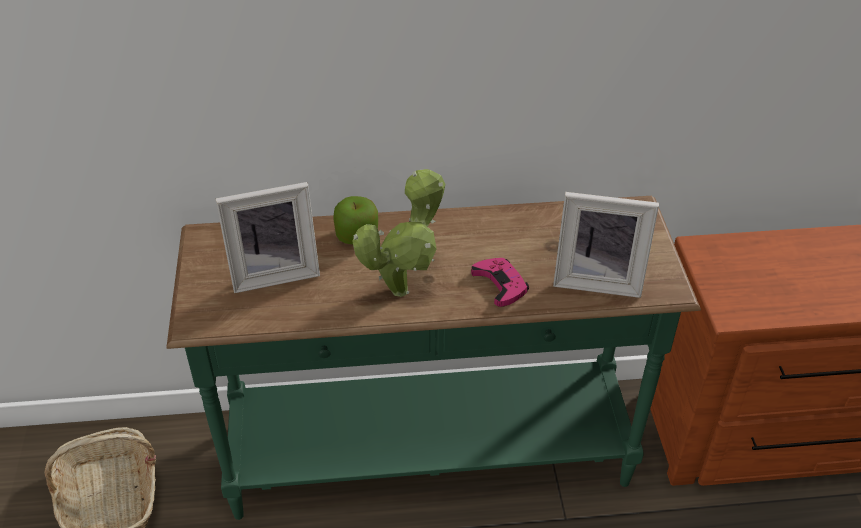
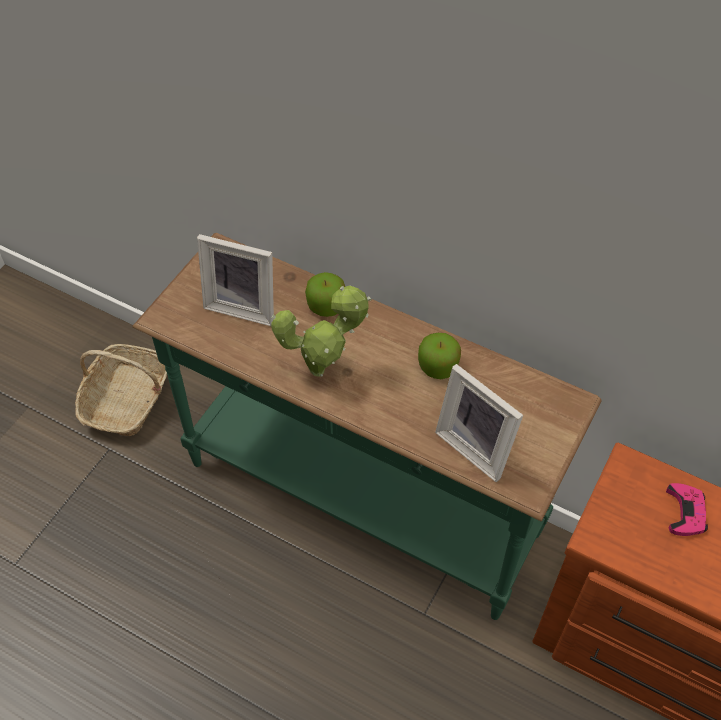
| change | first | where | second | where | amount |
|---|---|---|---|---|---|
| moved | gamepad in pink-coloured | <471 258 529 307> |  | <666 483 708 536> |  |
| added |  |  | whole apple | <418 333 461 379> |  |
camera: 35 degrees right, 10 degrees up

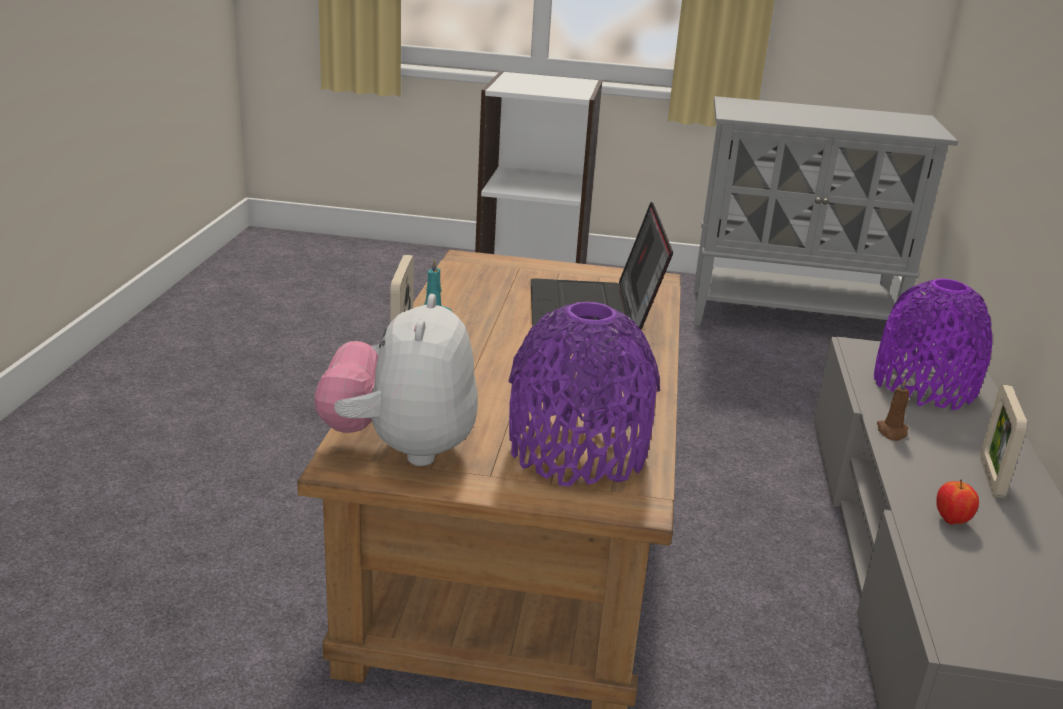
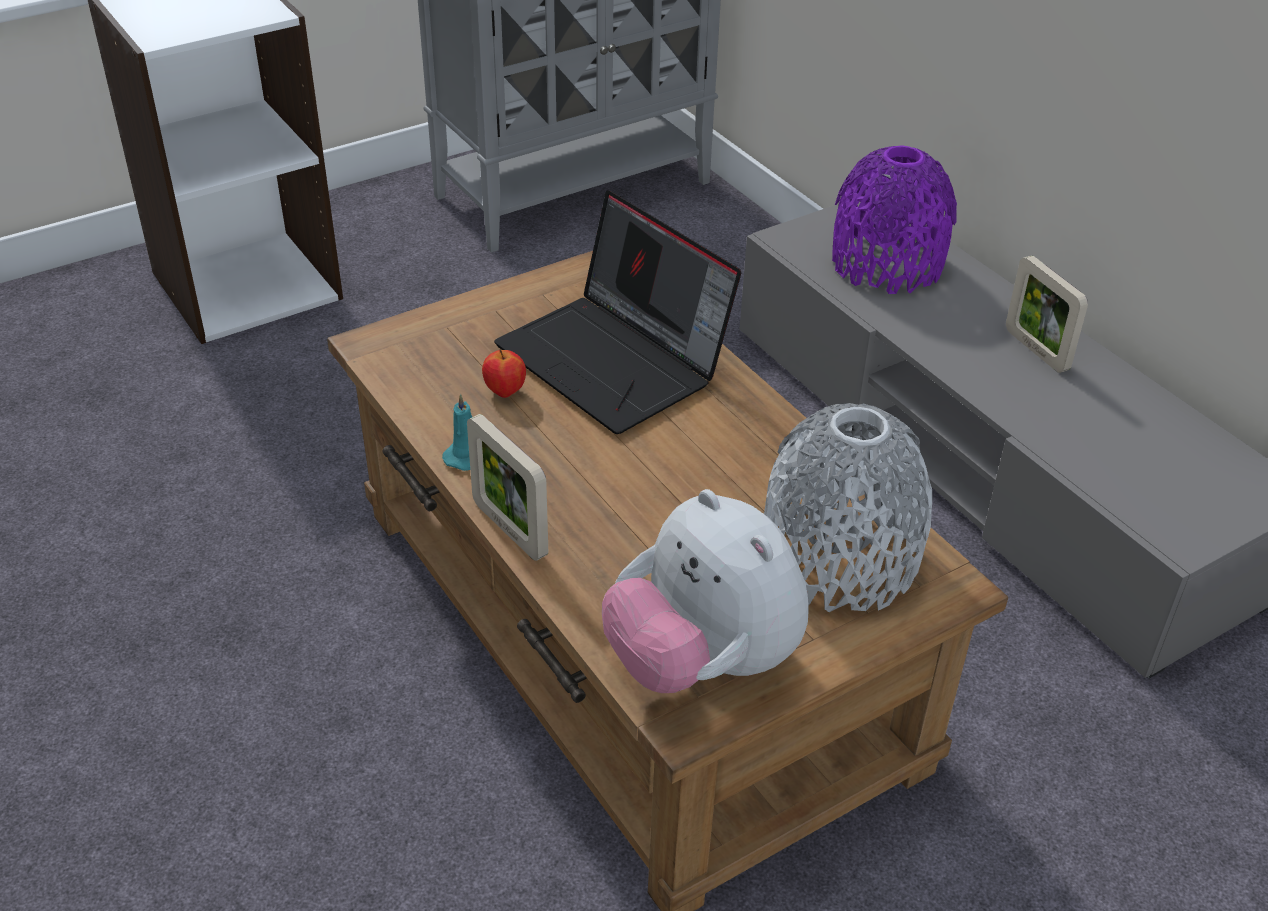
| change | first | where | second | where | amount |
|---|---|---|---|---|---|
| recoloured | decorative vase in purple | <508 302 660 487> | decorative vase in greyish | <764 403 932 612> |  |
| removed | wax candle in brownish | <877 378 909 441> |  |  |  |
| moved | whole apple | <936 480 979 525> |  | <482 350 526 398> |  |
camera: 40 degrees left, 15 degrees up

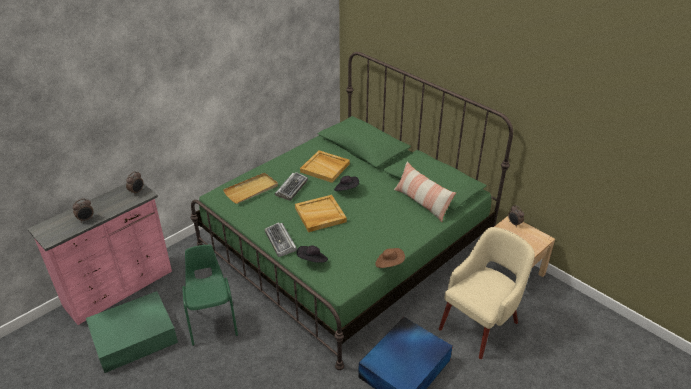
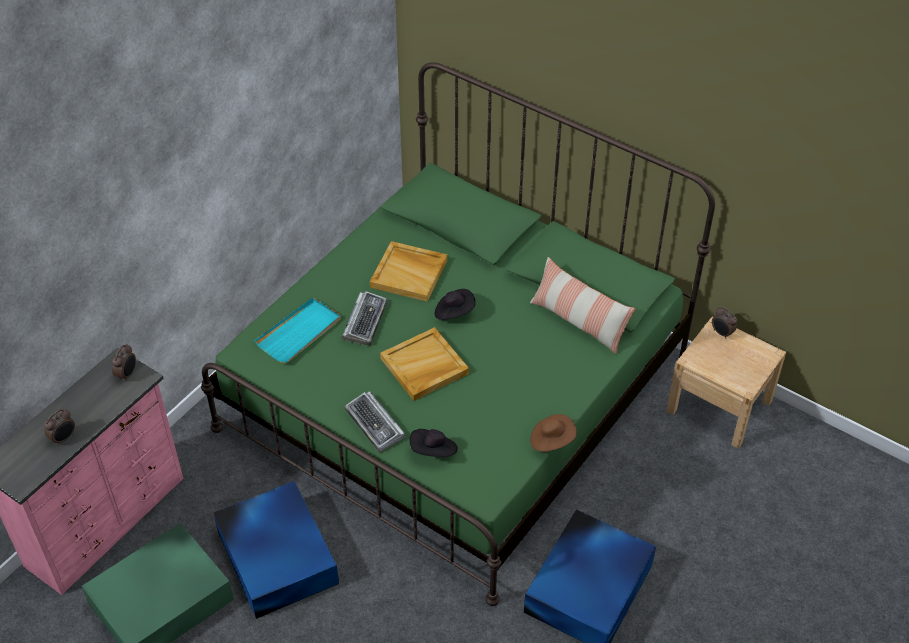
| change | first | where | second | where | amount |
|---|---|---|---|---|---|
| recoloured | carrying tray in sand-coloured | <223 173 278 204> | carrying tray in turquoise-coloured | <254 297 341 364> |  |
| removed | lounge chair in sand-coloured | <439 227 535 359> |  |  |  |
| replaced | upright chair in greenish | <182 245 238 346> | storage bin in bluish | <213 481 339 619> |  |
camera: 10 degrees left, 10 degrees up

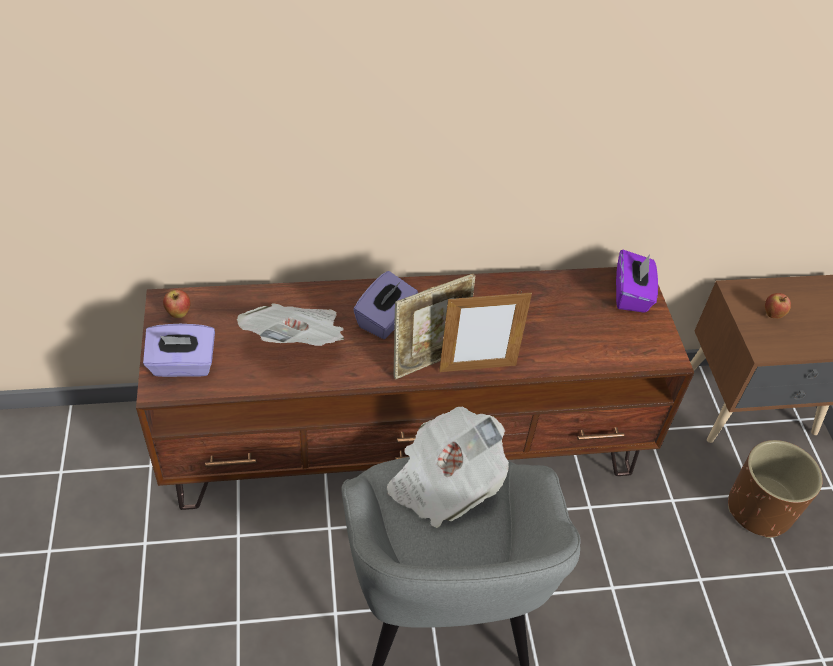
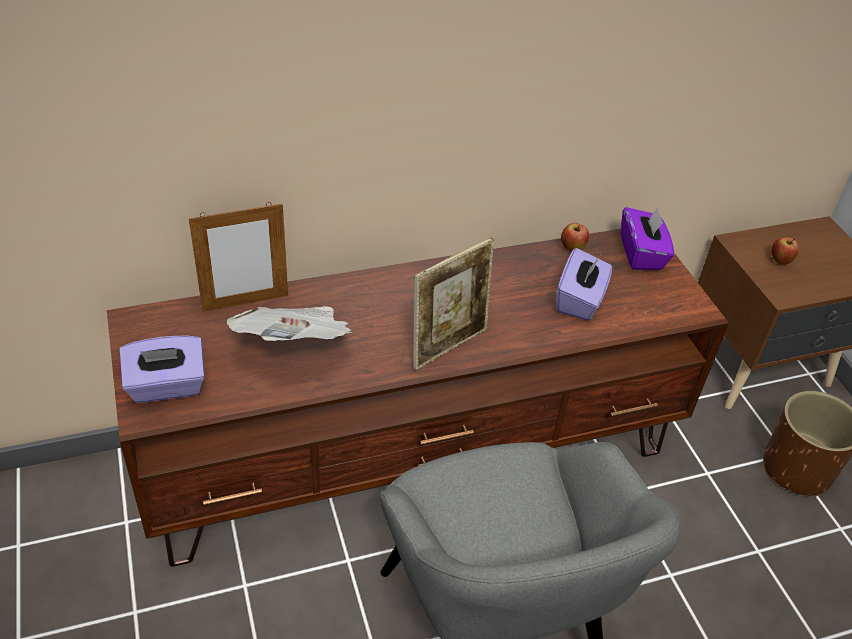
| change | first | where | second | where | amount |
|---|---|---|---|---|---|
| moved | tissue box in purple | <353 271 418 339> |  | <556 248 612 321> |  |
| moved | whole apple | <163 289 191 318> |  | <561 223 589 252> |  |
| moved | picture frame | <439 291 532 372> |  | <189 202 288 312> |  |
| removed | newspaper | <387 406 509 528> |  |  |  |
camera: 10 degrees left, 5 degrees down

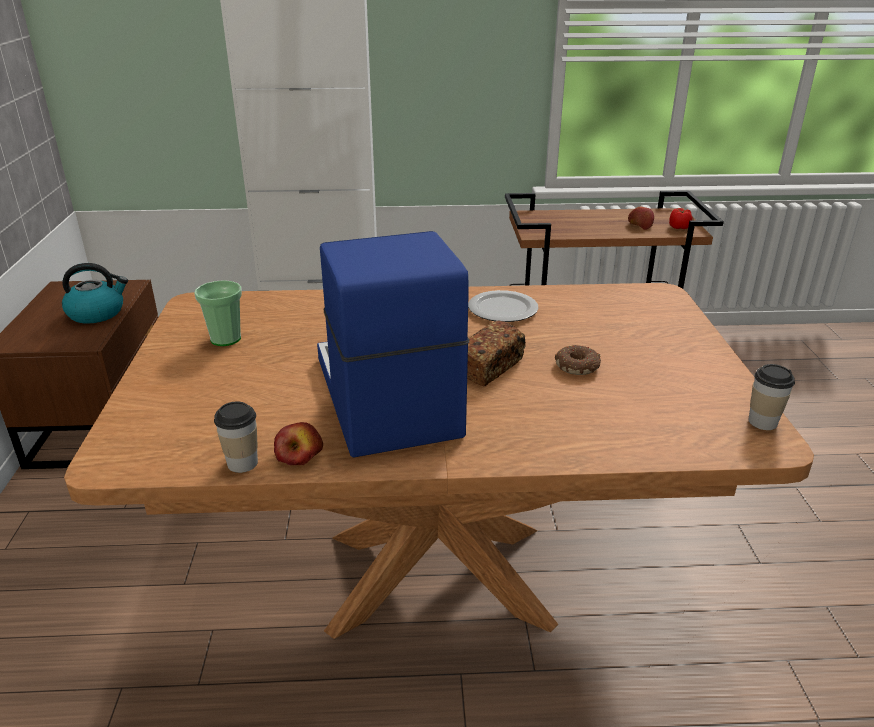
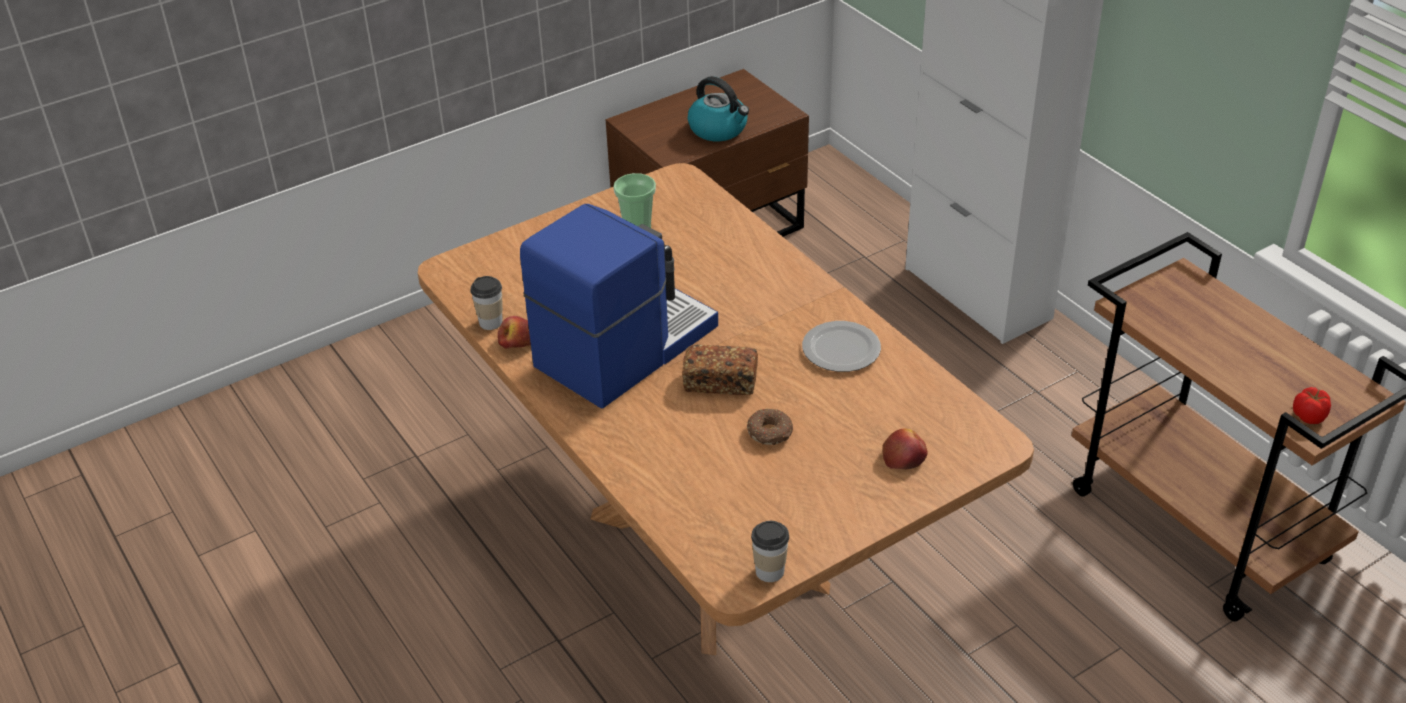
| change | first | where | second | where | amount |
|---|---|---|---|---|---|
| moved | whole apple | <628 207 654 230> |  | <882 428 927 469> |  |
camera: 60 degrees right, 10 degrees up

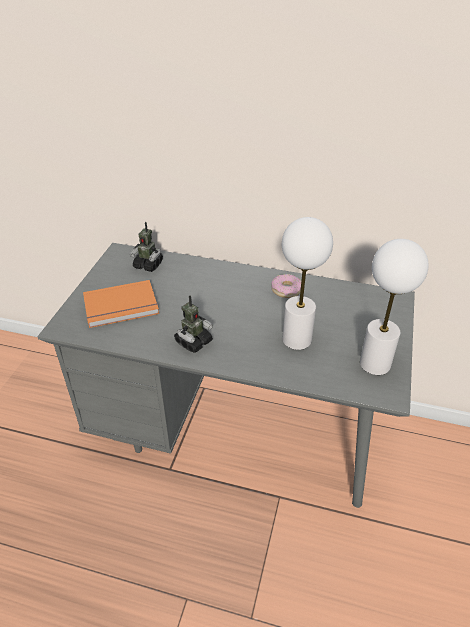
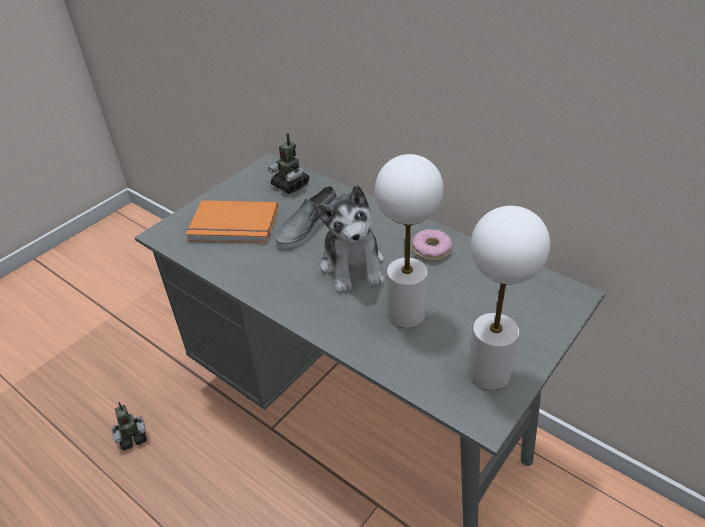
| change | first | where | second | where | amount |
|---|---|---|---|---|---|
| moved | model robot | <174 295 213 353> |  | <112 402 147 451> |  |
| added |  |  | plush toy | <315 185 384 293> |  |
| added |  |  | shoe in greyish | <276 186 337 249> |  |
camera: 25 degrees right, 0 degrees up

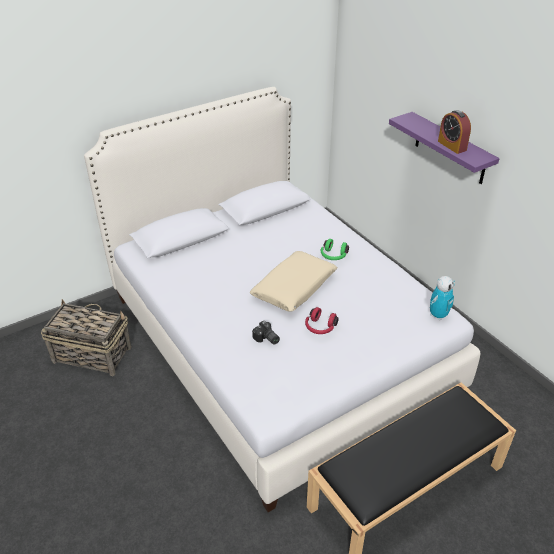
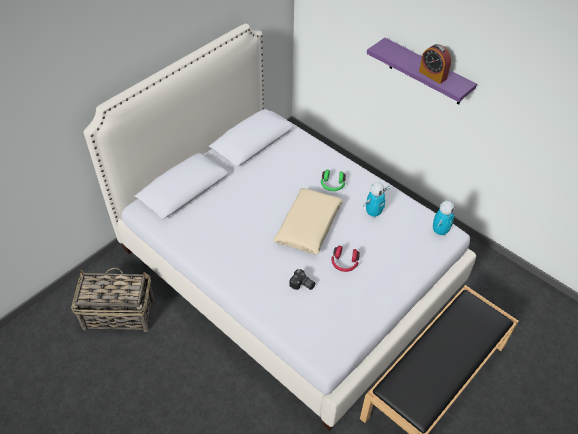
| change | first | where | second | where | amount |
|---|---|---|---|---|---|
| added |  |  | model robot | <363 182 390 218> |  |
camera: 15 degrees left, 10 degrees up

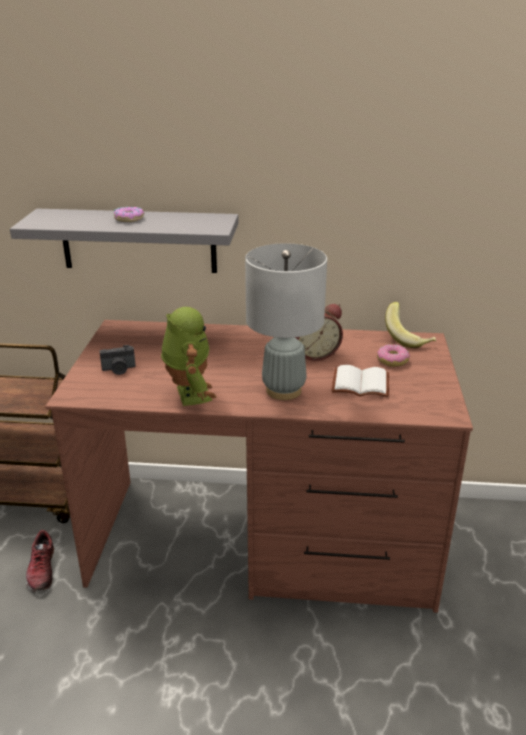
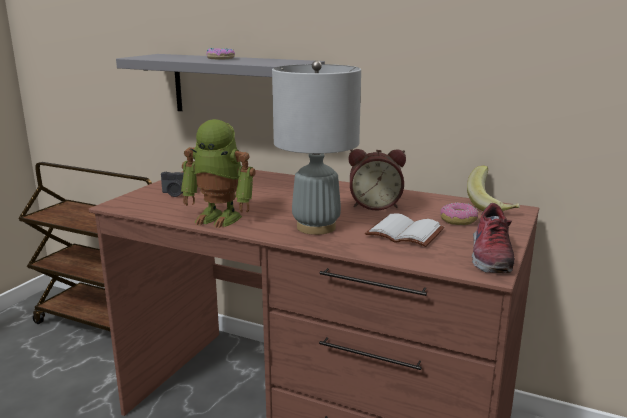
| change | first | where | second | where | amount |
|---|---|---|---|---|---|
| turned | model robot | <161 307 217 406> |  | <181 119 256 228> | 105 degrees clockwise |
| moved | shoe | <26 530 54 592> |  | <472 203 515 273> |  |
camera: 20 degrees right, 10 degrees down

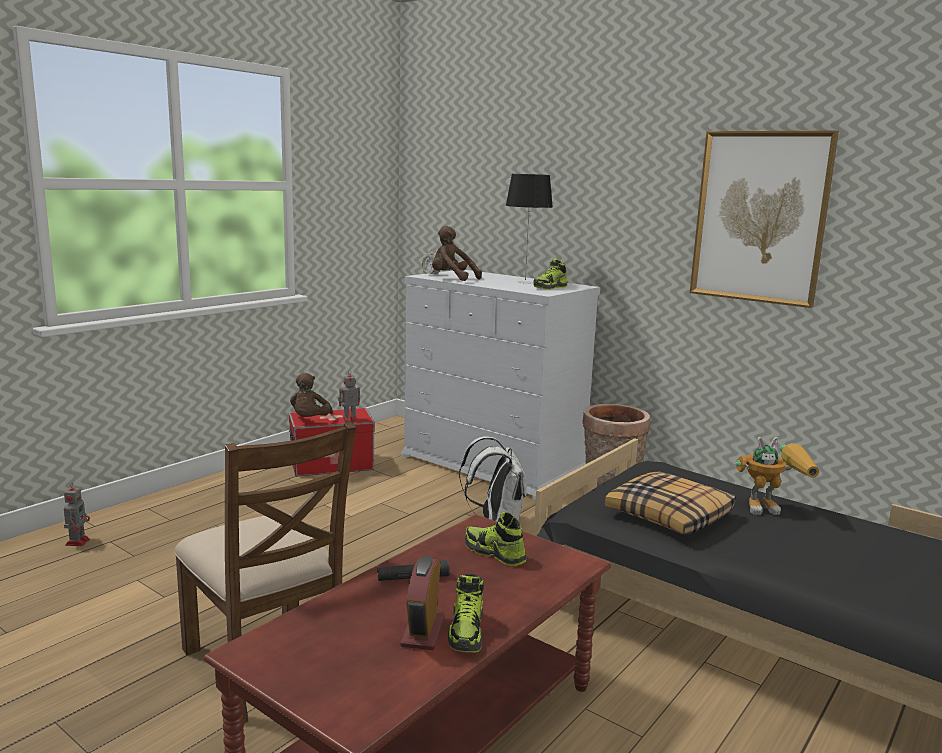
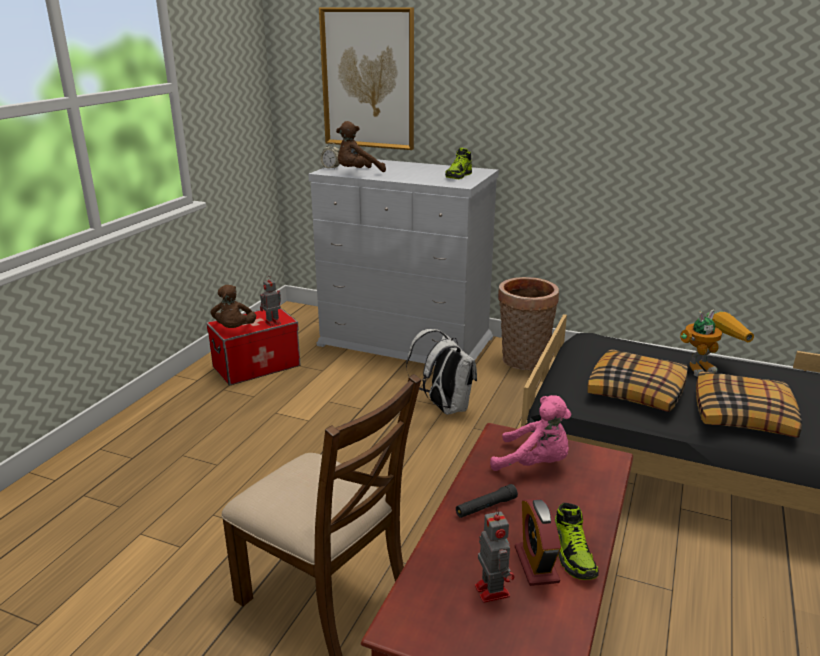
| change | first | where | second | where | amount |
|---|---|---|---|---|---|
| moved | wall art | <690 130 839 308> |  | <319 7 414 150> |  |
| removed | tabletop lamp | <506 174 553 283> |  |  |  |
| turned | plush toy in brownish | <432 226 482 281> |  | <336 121 386 172> | 45 degrees counterclockwise |
| moved | model robot | <64 482 90 546> |  | <475 507 514 603> |  |
| replaced | shoe | <465 512 526 566> | plush toy in pink-coloured | <490 395 571 471> |  |
| added |  |  | throw pillow | <696 371 802 438> |  |
camera: 15 degrees left, 10 degrees up

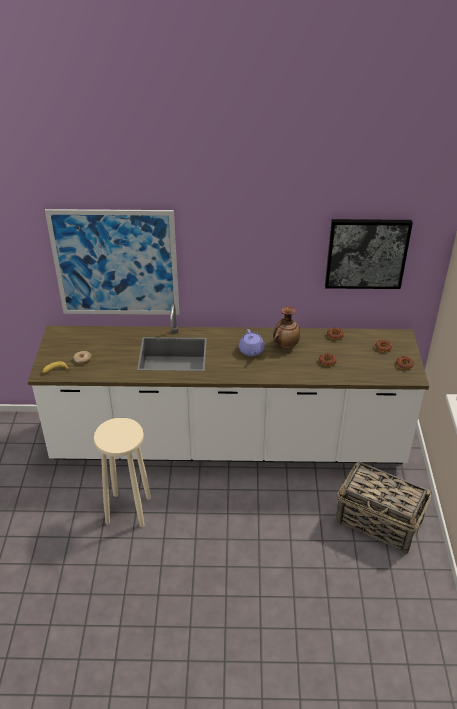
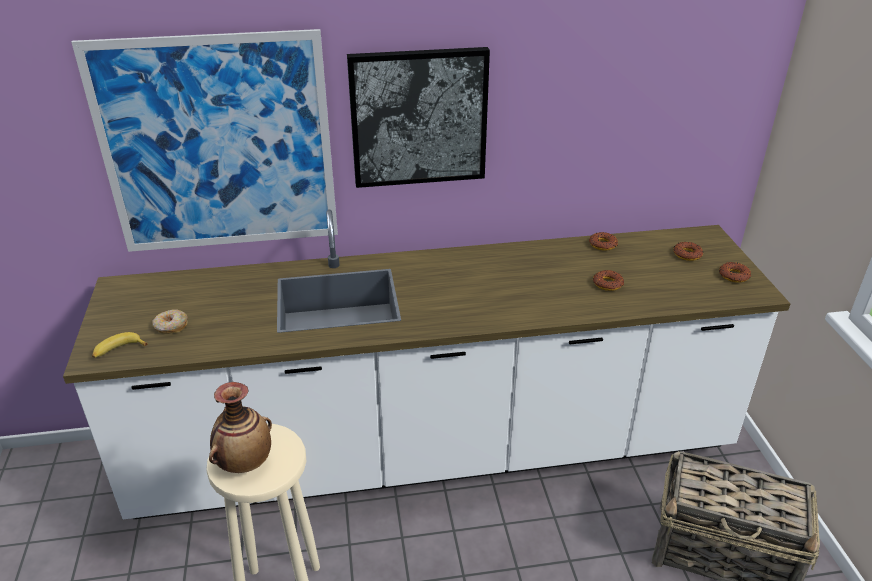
| change | first | where | second | where | amount |
|---|---|---|---|---|---|
| moved | wall art | <325 219 413 289> |  | <347 47 490 188> |  |
| moved | decorative vase | <273 306 300 348> |  | <209 382 272 473> |  |
| removed | pot for tea in purple | <239 329 264 356> |  |  |  |
camera: 10 degrees left, 5 degrees down

